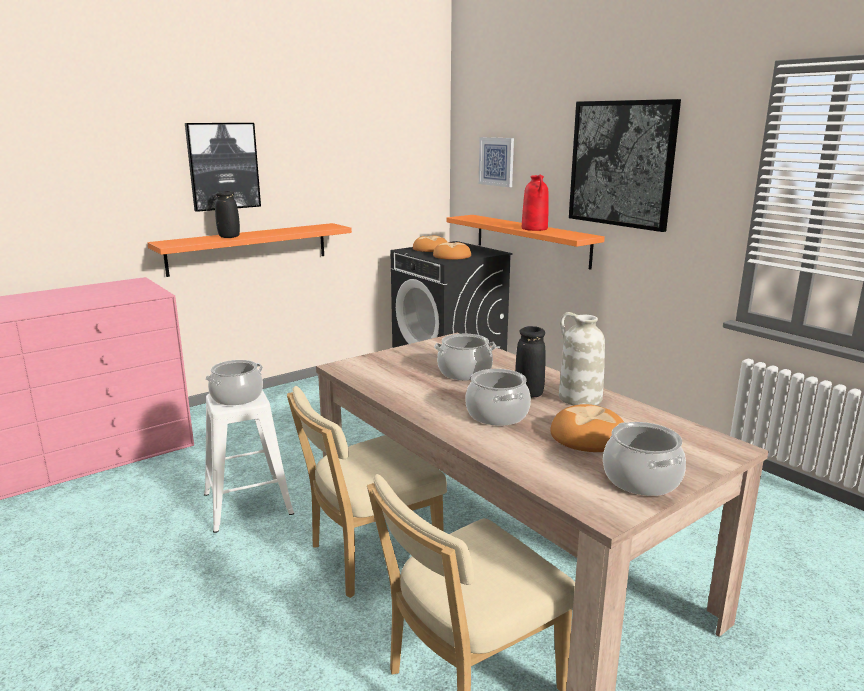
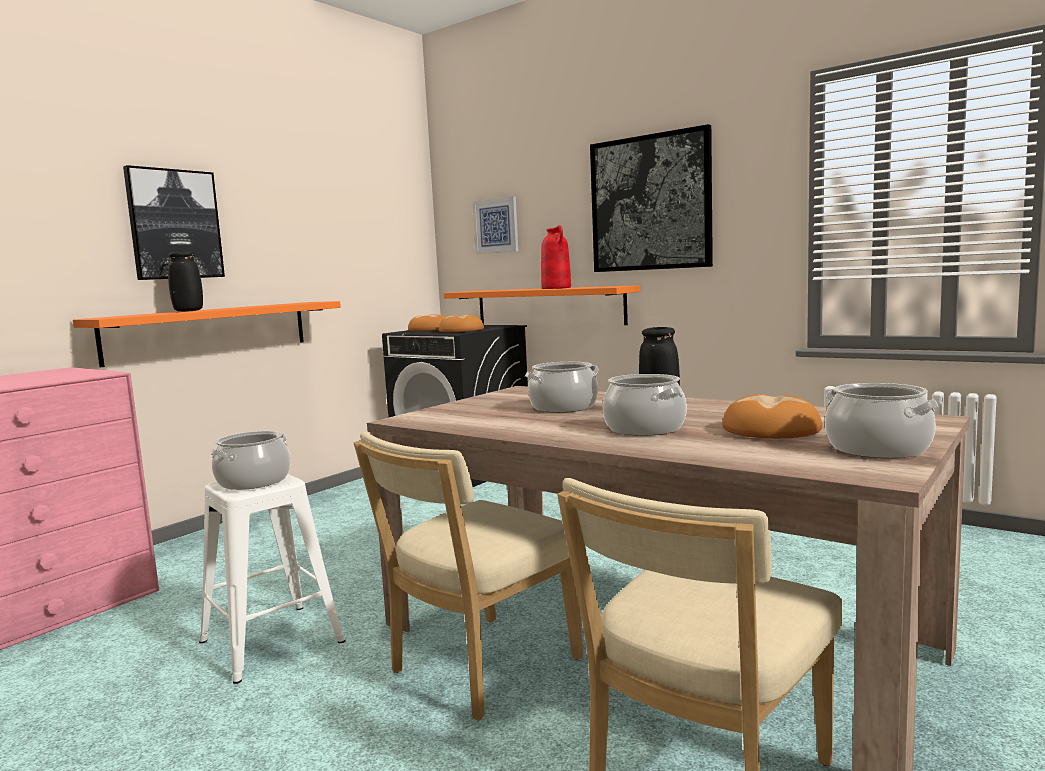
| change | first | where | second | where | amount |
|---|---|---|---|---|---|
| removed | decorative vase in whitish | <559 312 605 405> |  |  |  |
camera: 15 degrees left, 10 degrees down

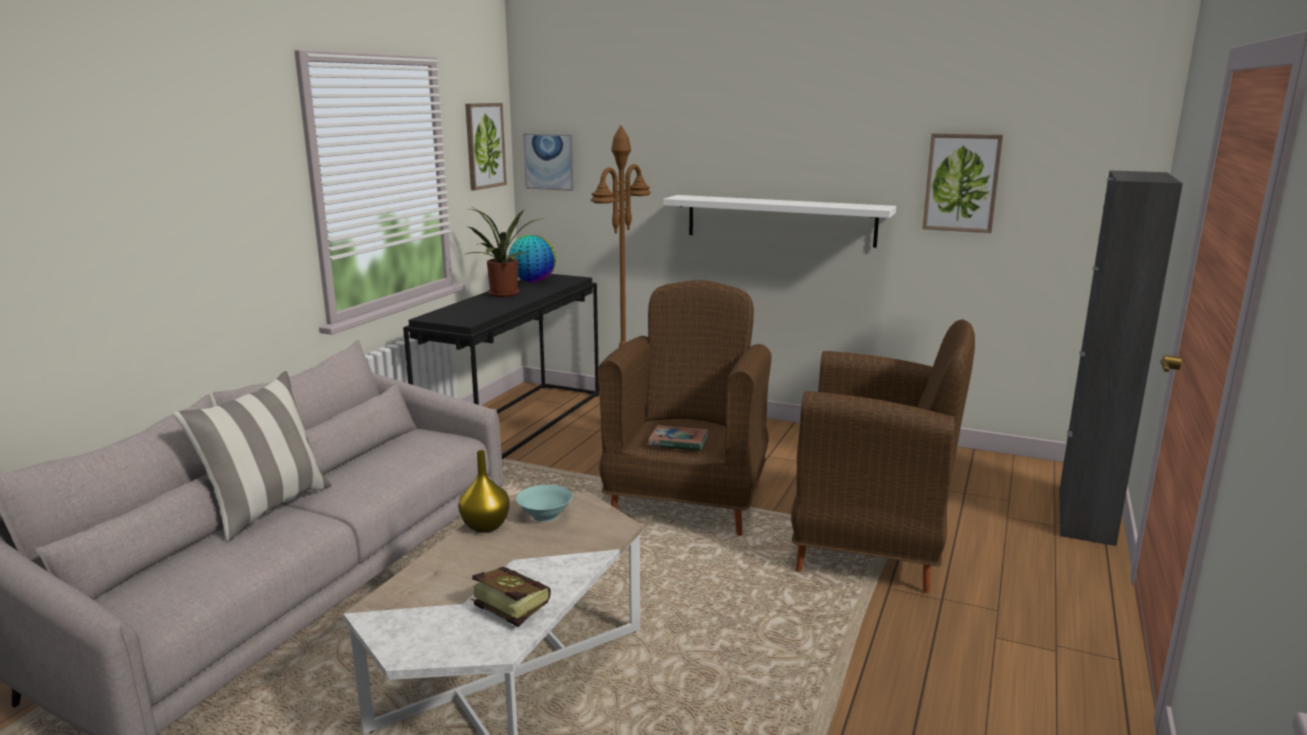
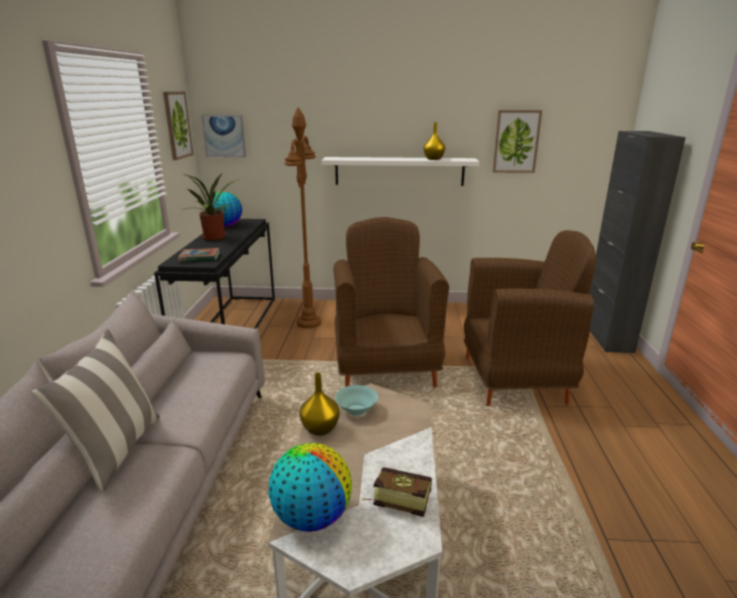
| change | first | where | second | where | amount |
|---|---|---|---|---|---|
| moved | bound book | <648 425 708 451> |  | <178 248 220 262> |  |
| added |  |  | decorative vase in yellow-coloured | <423 122 445 160> |  |
| added |  |  | world globe | <268 443 352 532> |  |
camera: 20 degrees left, 5 degrees up

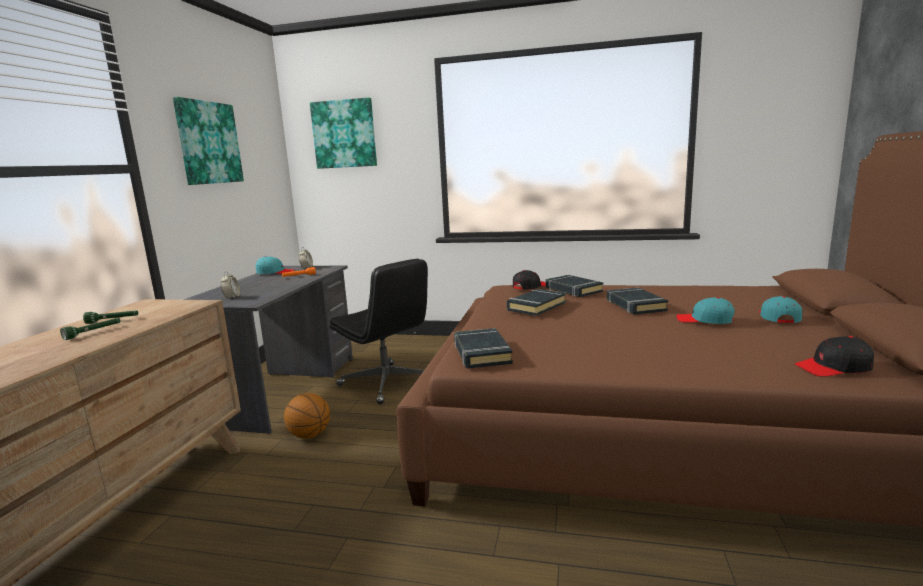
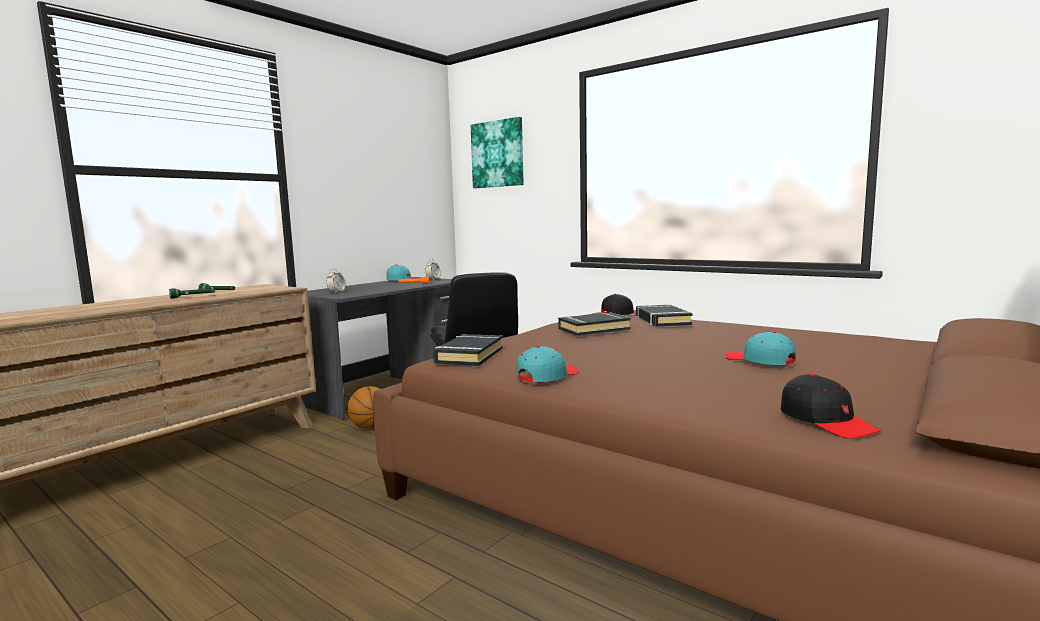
| change | first | where | second | where | amount |
|---|---|---|---|---|---|
| removed | wall art | <173 97 244 185> |  |  |  |
| removed | bound book in black | <607 287 668 315> |  |  |  |
| moved | peaked cap in turquoise-coloured | <759 296 802 323> |  | <517 346 579 382> |  |
| turned | peaked cap in black | <795 336 874 377> |  | <780 374 881 439> | 135 degrees counterclockwise |
camera: 25 degrees right, 5 degrees down

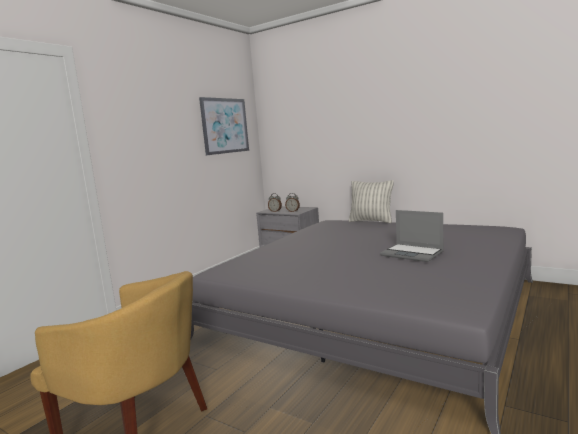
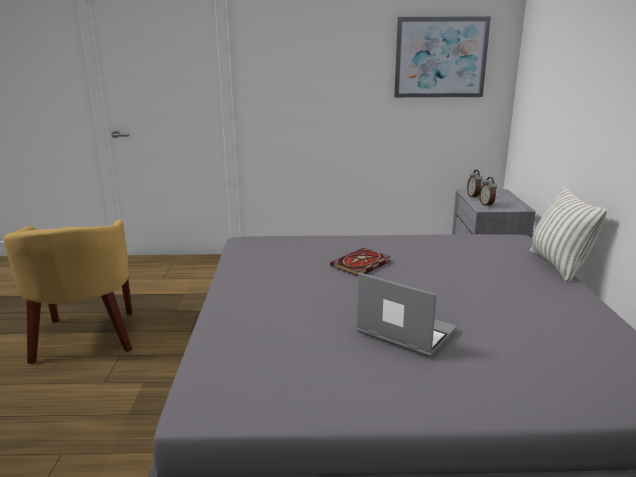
| change | first | where | second | where | amount |
|---|---|---|---|---|---|
| turned | portable computer | <380 210 444 262> |  | <356 273 457 357> | 120 degrees clockwise |
| added |  |  | bound book | <330 248 391 276> |  |
camera: 55 degrees right, 10 degrees up

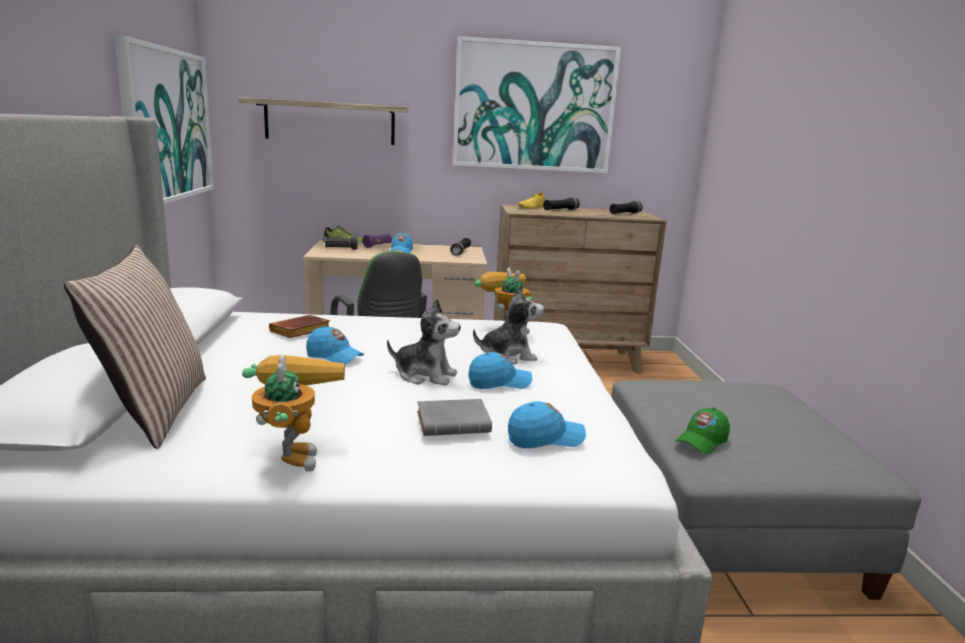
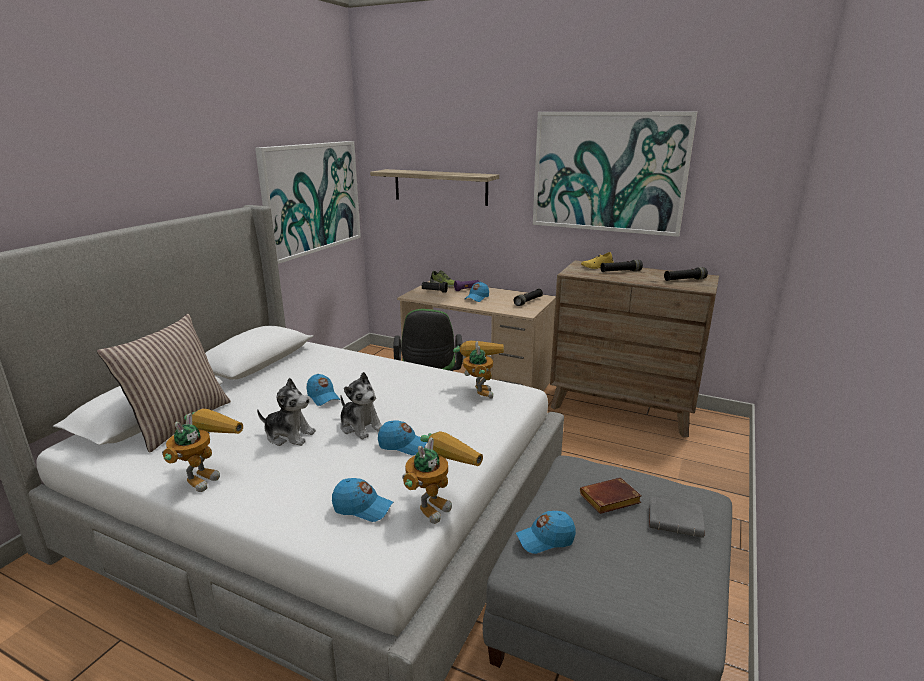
| change | first | where | second | where | amount |
|---|---|---|---|---|---|
| moved | plush toy | <473 285 544 364> |  | <257 378 316 446> |  |
| moved | bound book in brownish | <269 315 330 338> |  | <580 478 642 514> |  |
| moved | bound book in greyish | <417 399 492 436> |  | <649 496 705 538> |  |
| recoloured | peaked cap in greenish | <675 407 730 454> | peaked cap in bluish | <516 511 576 554> |  |
| added |  |  | model robot | <402 431 483 524> |  |
camera: 30 degrees right, 5 degrees up

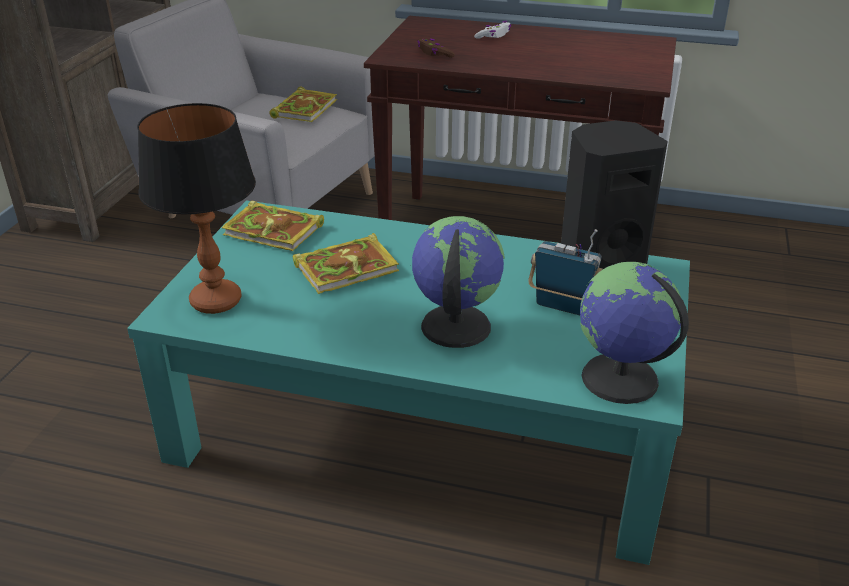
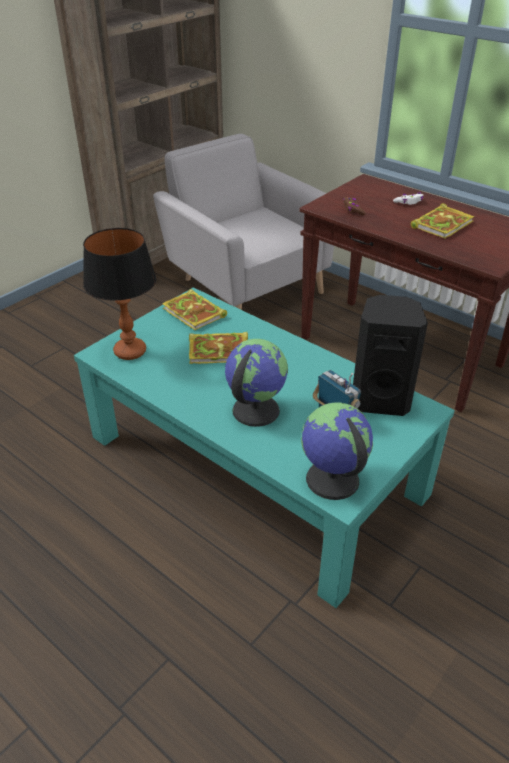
| change | first | where | second | where | amount |
|---|---|---|---|---|---|
| moved | bound book | <269 87 337 122> |  | <411 203 475 239> |  |
camera: 25 degrees right, 5 degrees up

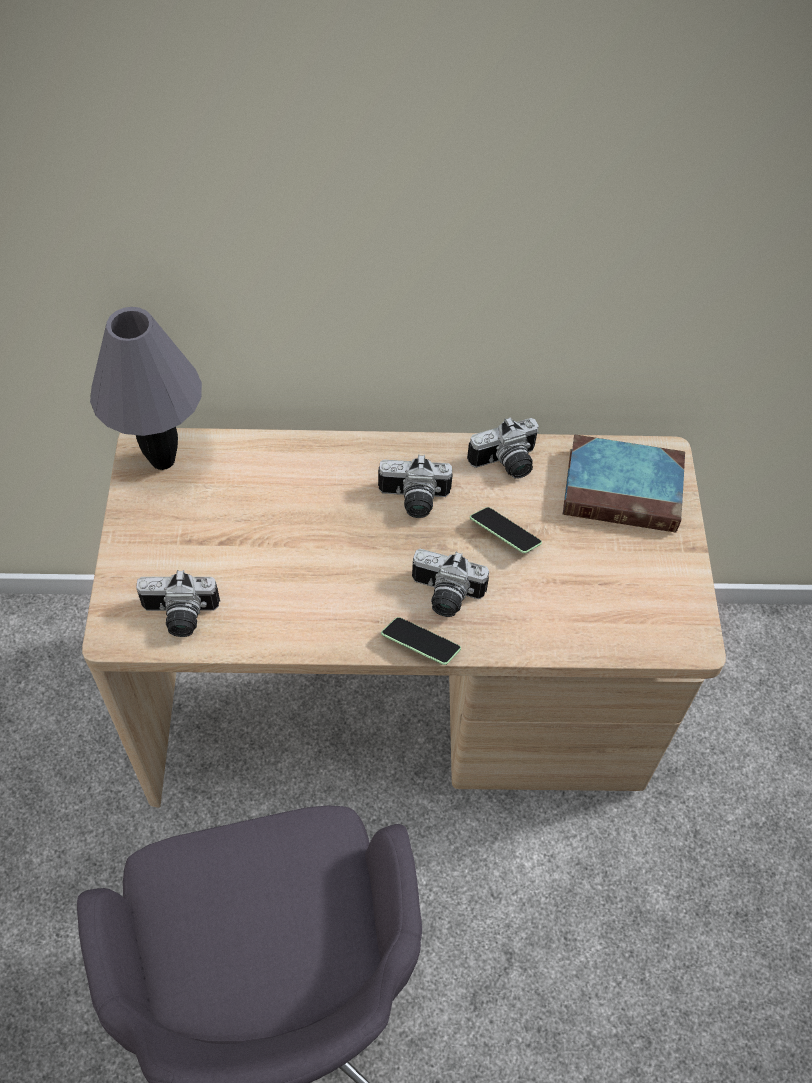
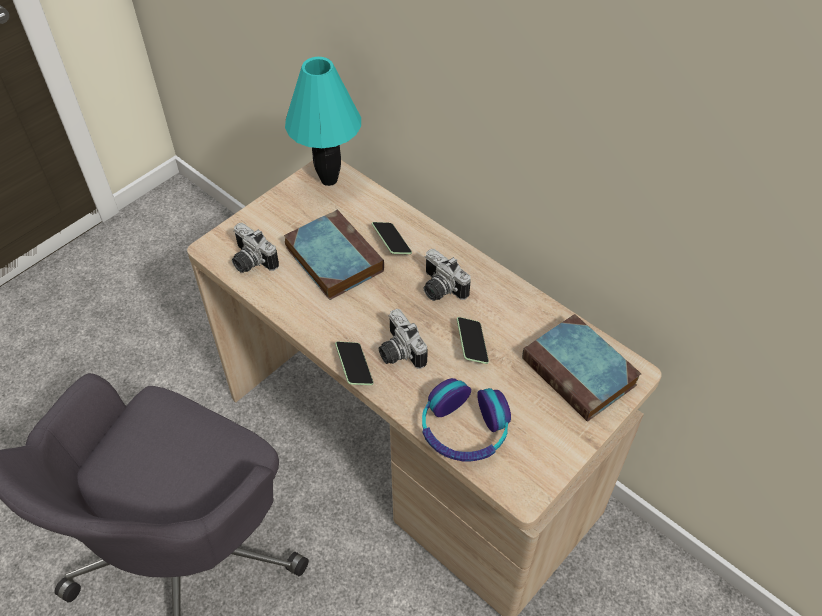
| change | first | where | second | where | amount |
|---|---|---|---|---|---|
| recoloured | tabletop lamp in greyish | <90 307 202 470> | tabletop lamp in turquoise-coloured | <285 57 361 186> |  |
| removed | still camera | <467 417 539 479> |  |  |  |
| added |  |  | bound book | <284 210 384 300> |  |
| added |  |  | telephone | <372 222 412 254> |  |
| added |  |  | headset | <422 378 511 461> |  |
camera: 45 degrees right, 5 degrees down

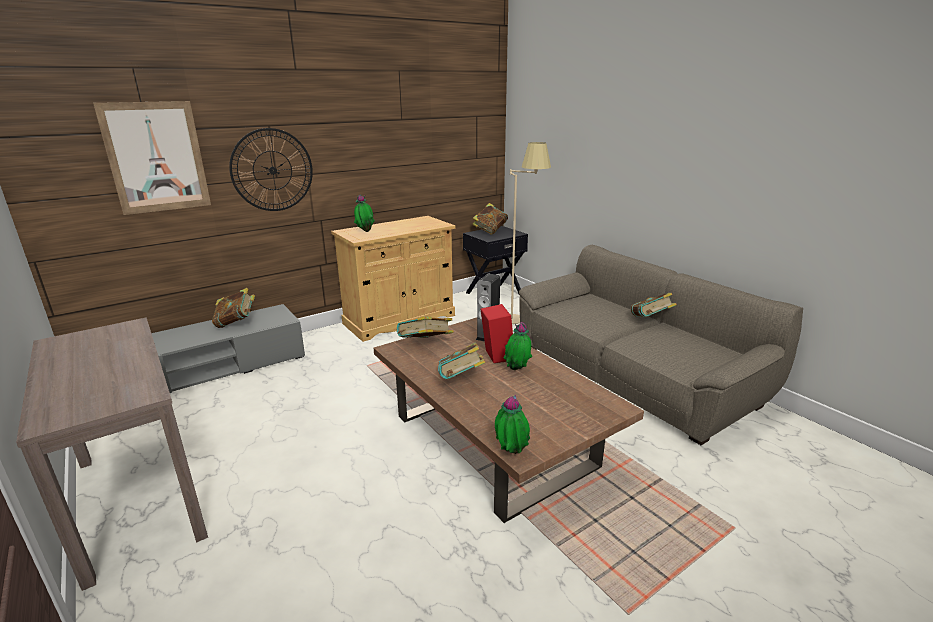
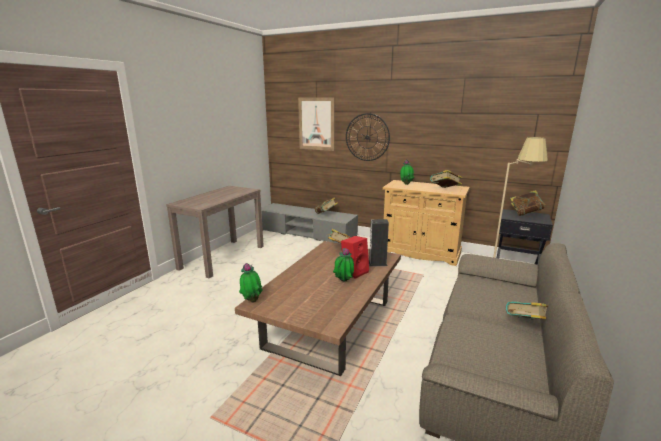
| change | first | where | second | where | amount |
|---|---|---|---|---|---|
| moved | bound book | <438 342 486 379> |  | <430 170 462 188> |  |
camera: 60 degrees right, 5 degrees down

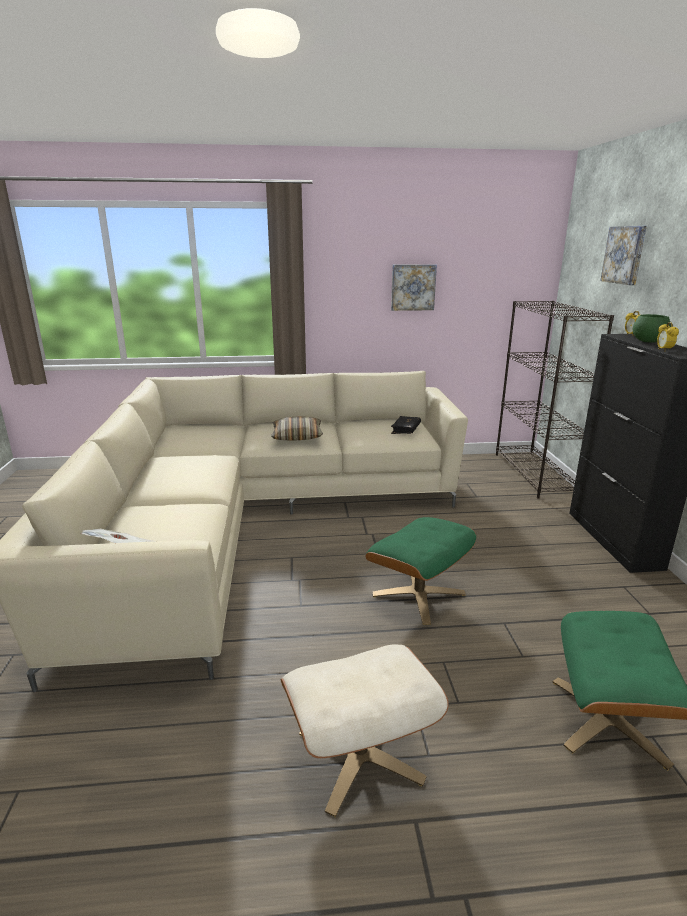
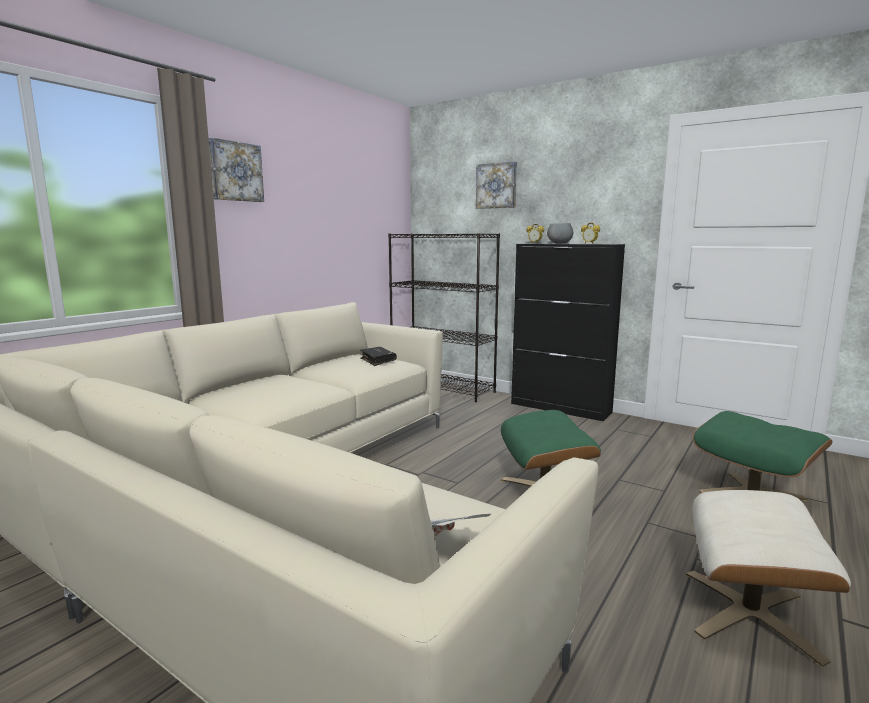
| change | first | where | second | where | amount |
|---|---|---|---|---|---|
| moved | wall art | <391 264 437 311> |  | <209 138 264 202> |  |
| recoloured | deep dish in greenish | <633 314 671 343> | deep dish in greyish | <547 223 573 244> |  |
| removed | throw pillow | <271 416 323 441> |  |  |  |
camera: 50 degrees left, 10 degrees down

